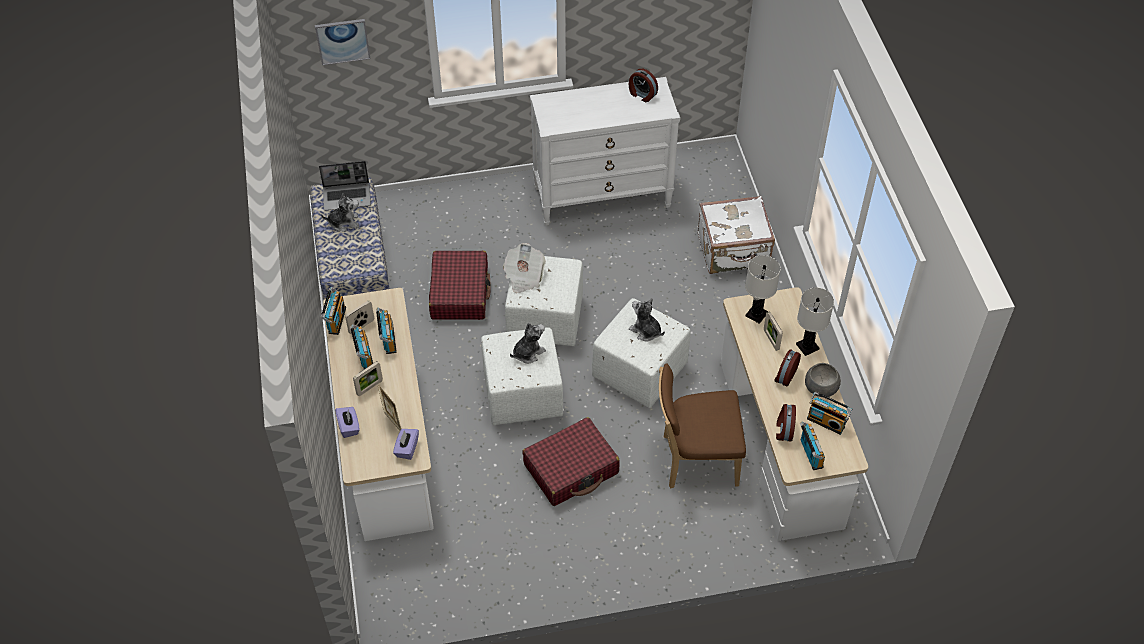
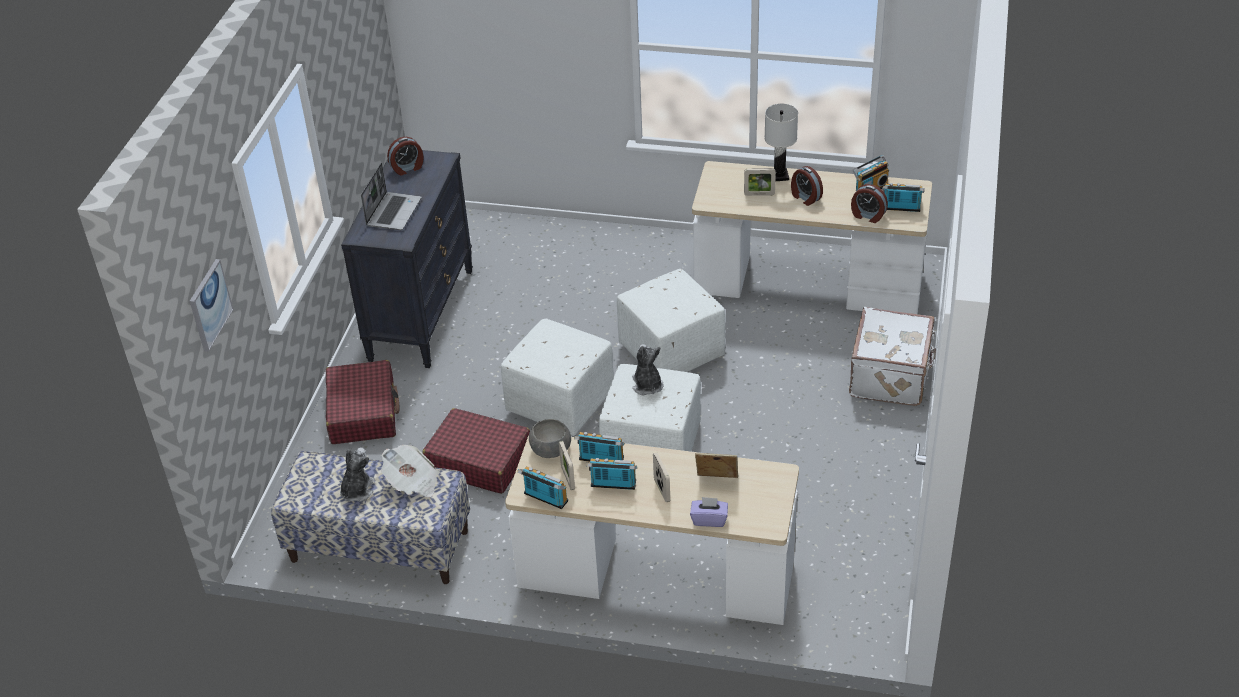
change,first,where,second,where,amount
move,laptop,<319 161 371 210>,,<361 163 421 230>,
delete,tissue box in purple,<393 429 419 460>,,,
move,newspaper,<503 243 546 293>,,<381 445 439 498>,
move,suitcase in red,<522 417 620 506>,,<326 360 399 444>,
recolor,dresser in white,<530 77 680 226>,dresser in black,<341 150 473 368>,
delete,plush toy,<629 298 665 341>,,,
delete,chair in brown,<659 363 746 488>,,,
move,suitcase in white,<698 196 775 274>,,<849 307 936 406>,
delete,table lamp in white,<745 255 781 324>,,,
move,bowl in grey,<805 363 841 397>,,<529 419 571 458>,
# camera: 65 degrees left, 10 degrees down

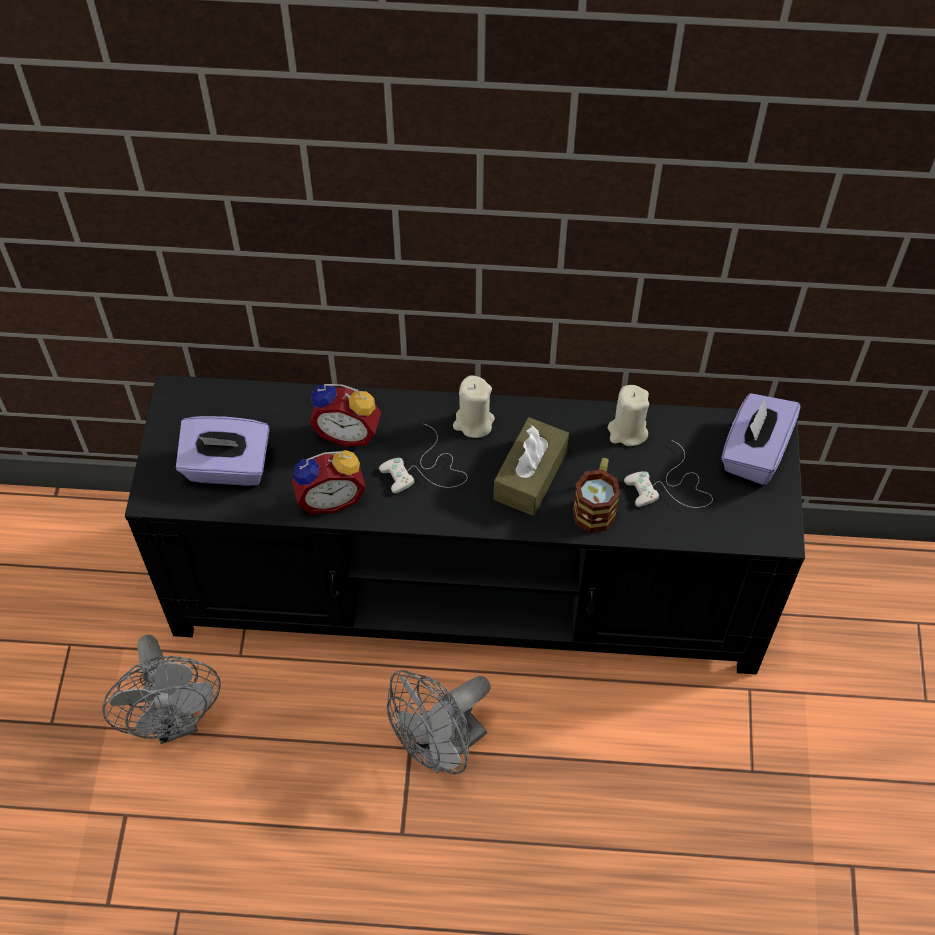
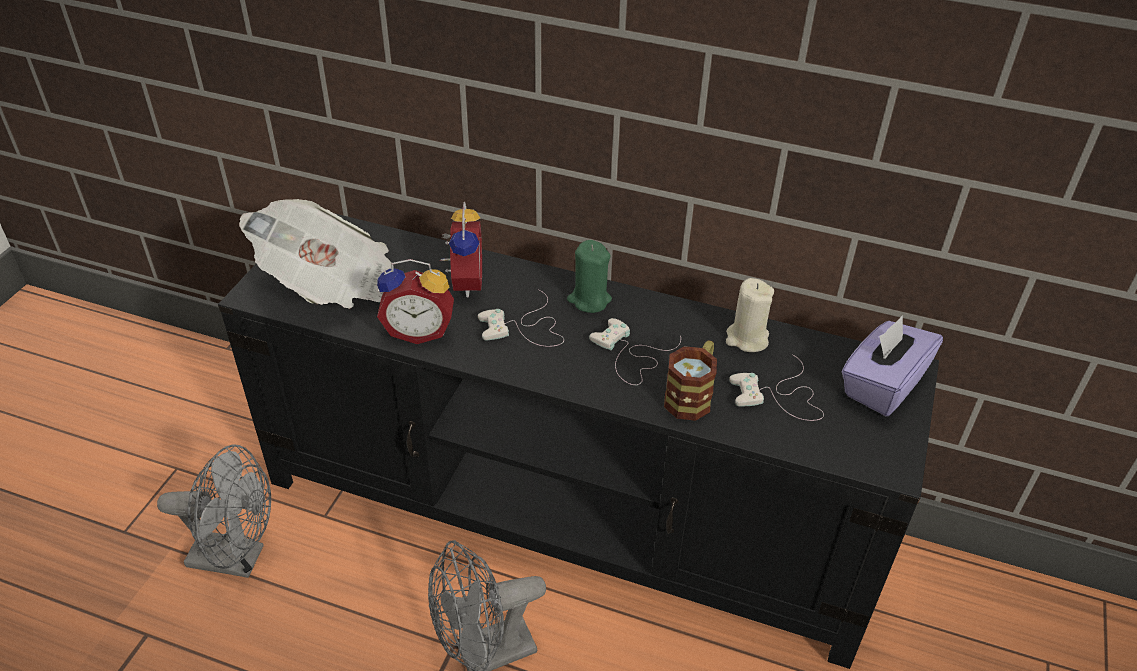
change,first,where,second,where,amount
rotate,fan in grey,<102 635 221 744>,,<157 444 271 578>,75 degrees counterclockwise
replace,tissue box in purple,<176 416 270 486>,newspaper,<239 199 391 309>,
rotate,alarm clock,<309 384 381 447>,,<441 202 482 298>,120 degrees counterclockwise
recolor,candle in beige,<453 375 495 438>,candle in green,<567 240 612 313>,
replace,tissue box in brown,<494 417 569 516>,game controller in white,<589 318 681 385>,
# camera: 15 degrees right, 15 degrees down

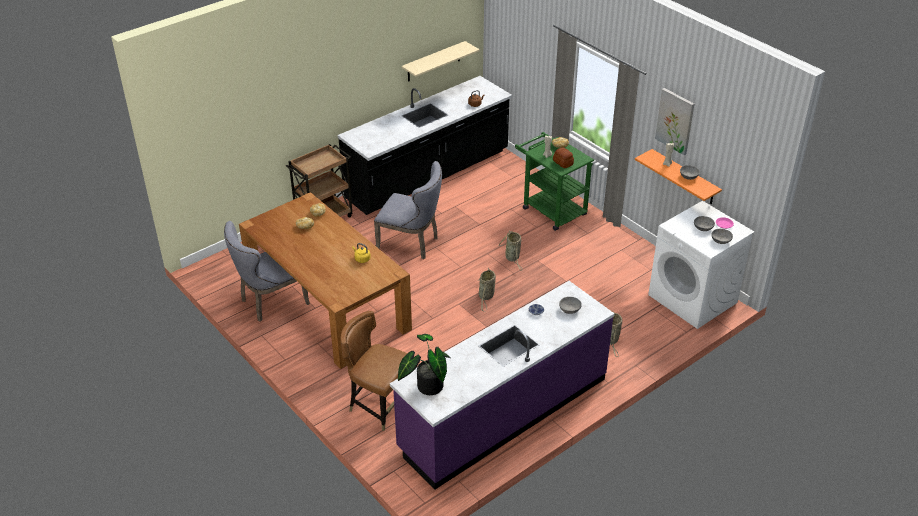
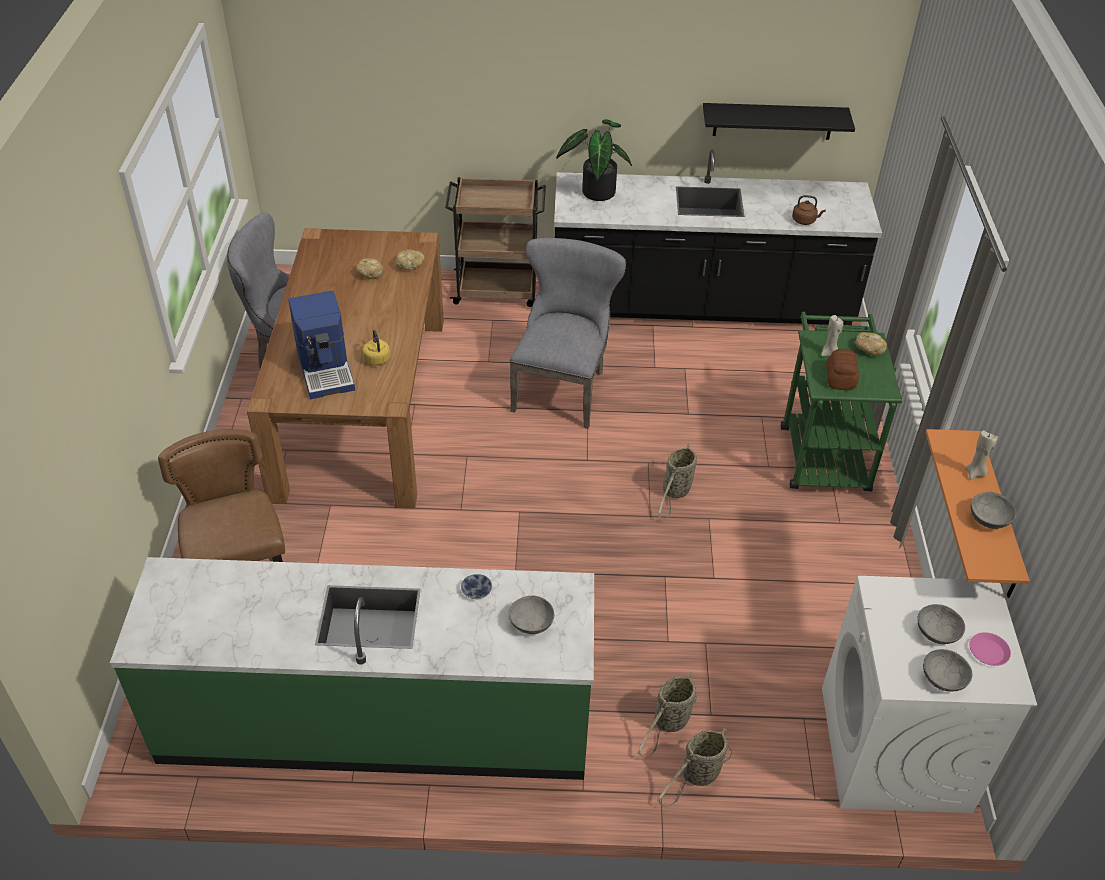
change,first,where,second,where,amount
rotate,chair in grey,<374 161 442 259>,,<510 238 626 429>,135 degrees counterclockwise
recolor,counter in purple,<390 281 615 490>,counter in green,<110 557 594 780>,
move,potted plant,<398 334 451 395>,,<556 119 632 201>,
recolor,shelf in beige,<401 41 480 82>,shelf in black,<703 103 855 140>,
move,basket,<478 269 496 311>,,<657 727 732 807>,
delete,picture,<655 88 694 155>,,,
insert,,,coffee machine,<288 291 355 399>,
# camera: 40 degrees right, 5 degrees up

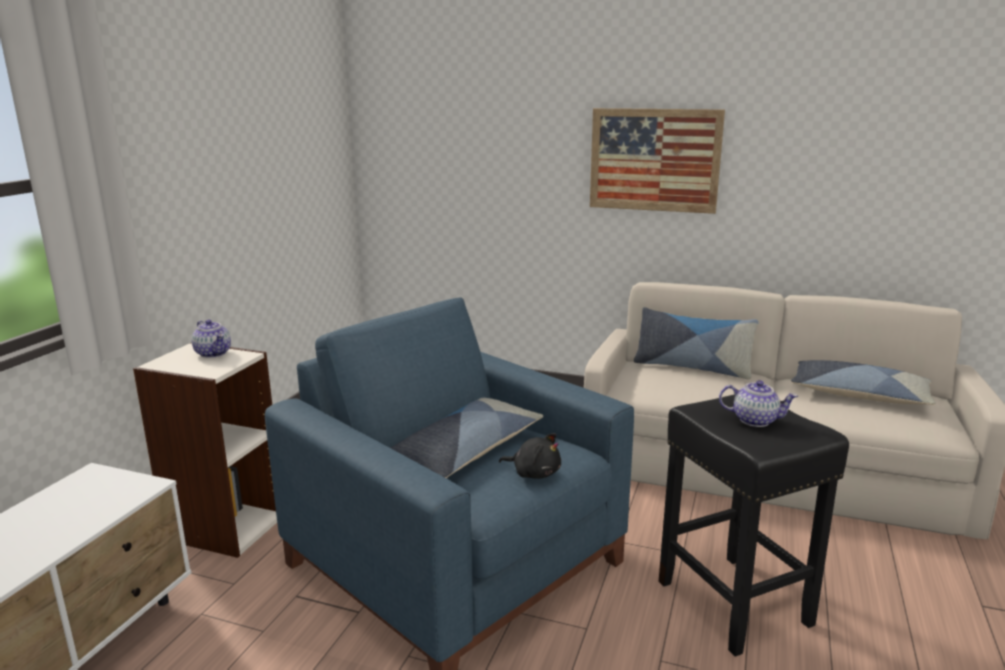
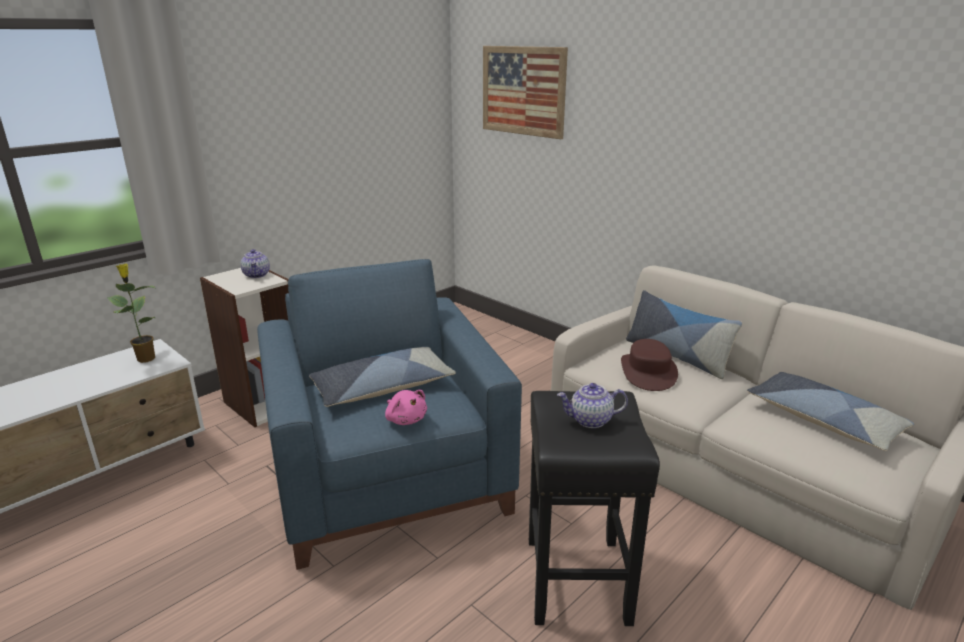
change,first,where,second,where,amount
recolor,plush toy in black,<499 433 561 479>,plush toy in pink,<385 390 427 425>,
move,picture,<590 108 725 214>,,<483 46 568 139>,
rotate,teapot,<719 380 798 427>,,<557 383 628 428>,135 degrees clockwise
insert,,,potted plant,<107 264 155 363>,
insert,,,hat in brown,<621 339 678 391>,
# camera: 25 degrees right, 5 degrees up

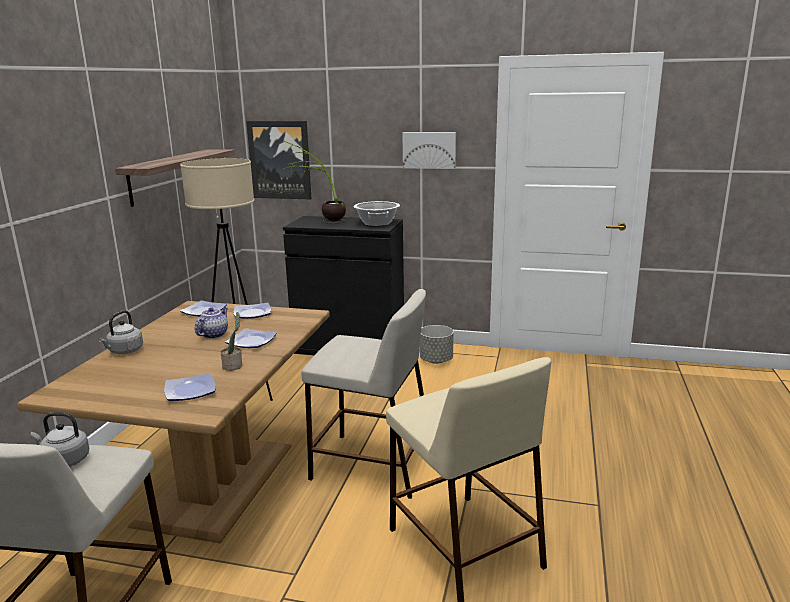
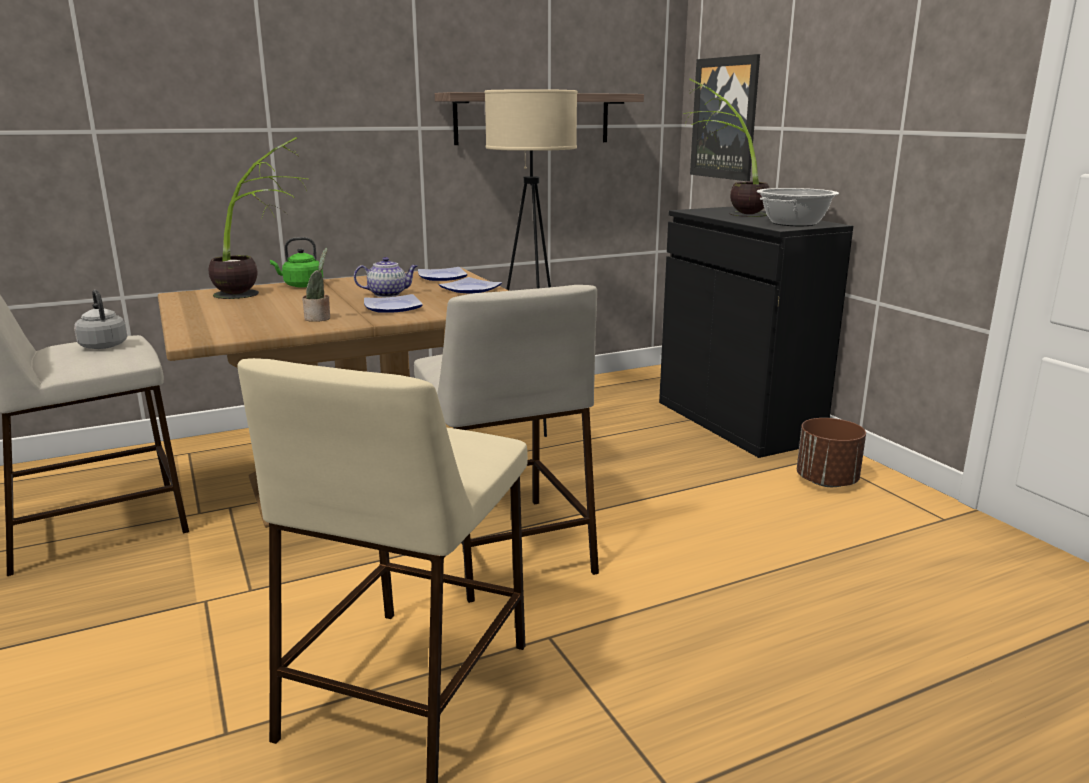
change,first,where,second,where,amount
recolor,kettle in grey,<98 310 143 354>,kettle in green,<270 237 323 288>,
delete,plate,<164 373 216 401>,,,
delete,picture,<402 132 456 169>,,,
recolor,planter in grey,<420 325 454 364>,planter in brown,<797 418 866 487>,
insert,,,potted plant,<209 137 309 299>,
# camera: 50 degrees right, 0 degrees up

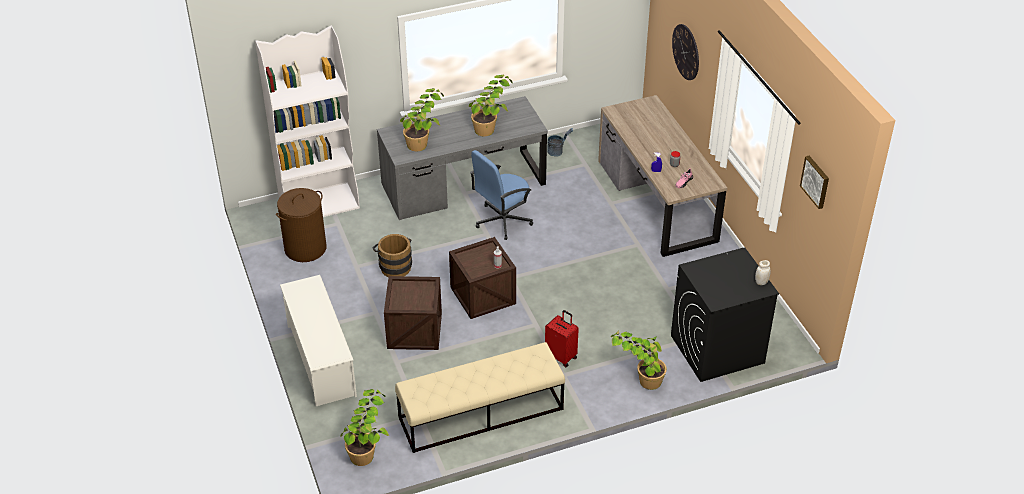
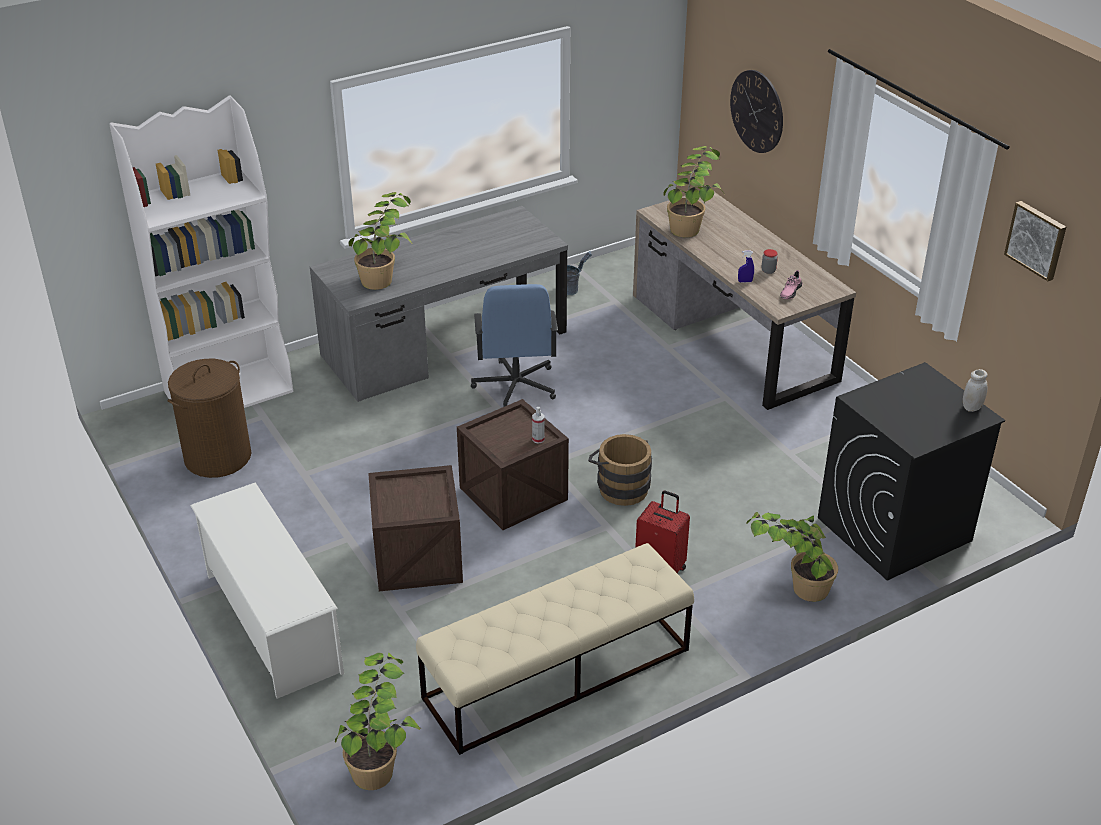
change,first,where,second,where,amount
move,bucket in brown,<373 234 412 277>,,<588 434 652 506>,
move,potted plant,<469 75 513 136>,,<663 146 724 237>,
rotate,office chair in blue,<470 150 533 240>,,<471 284 558 407>,45 degrees counterclockwise
# camera: 10 degrees left, 5 degrees down

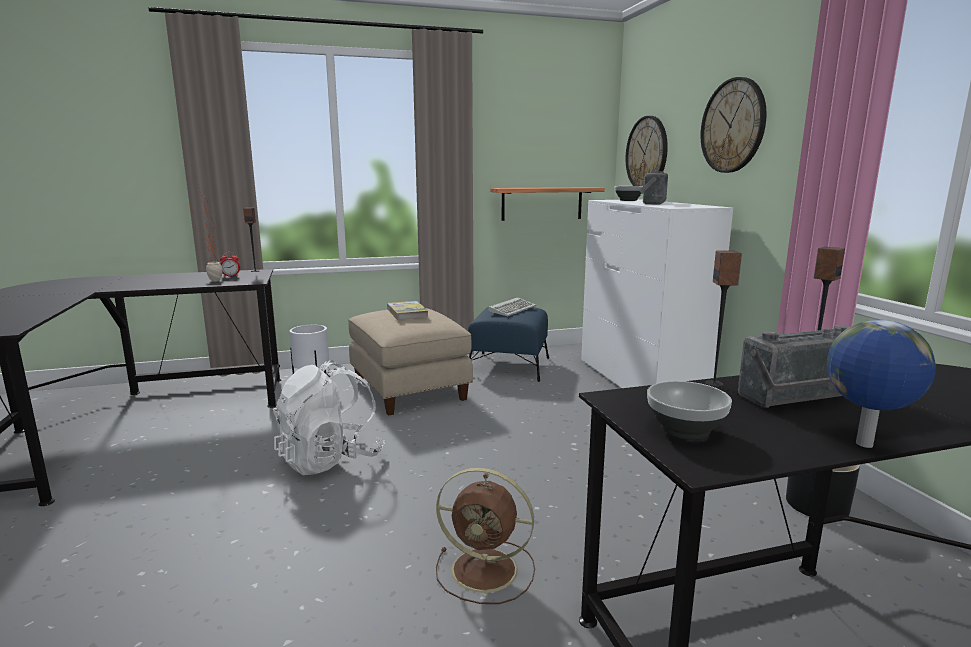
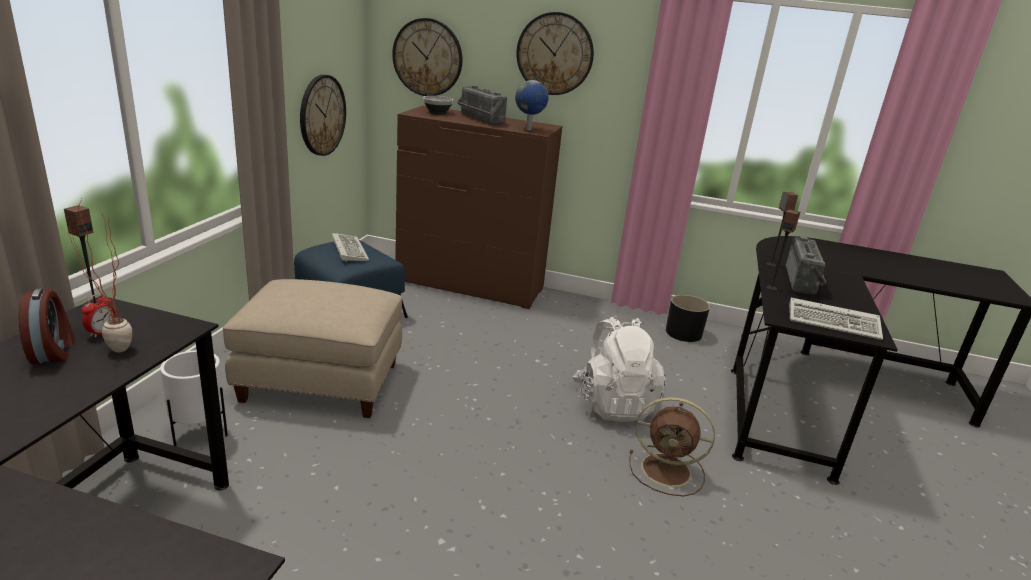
change,first,where,second,where,amount
move,backpack in white,<273 360 385 475>,,<573 317 667 422>,
delete,book,<387 301 428 320>,,,
rotate,fan in brown,<436 467 535 604>,,<629 397 715 496>,60 degrees clockwise
replace,shelf,<490 187 605 221>,wall clock,<300 75 346 156>,
recolor,dresser in white,<581 199 733 388>,dresser in brown,<395 106 562 309>,
replace,bowl,<647 381 732 440>,keyboard,<789 298 883 340>,
move,globe,<827 320 936 448>,,<515 80 549 130>,
insert,,,alarm clock,<18 288 75 364>,
# camera: 60 degrees left, 10 degrees up

